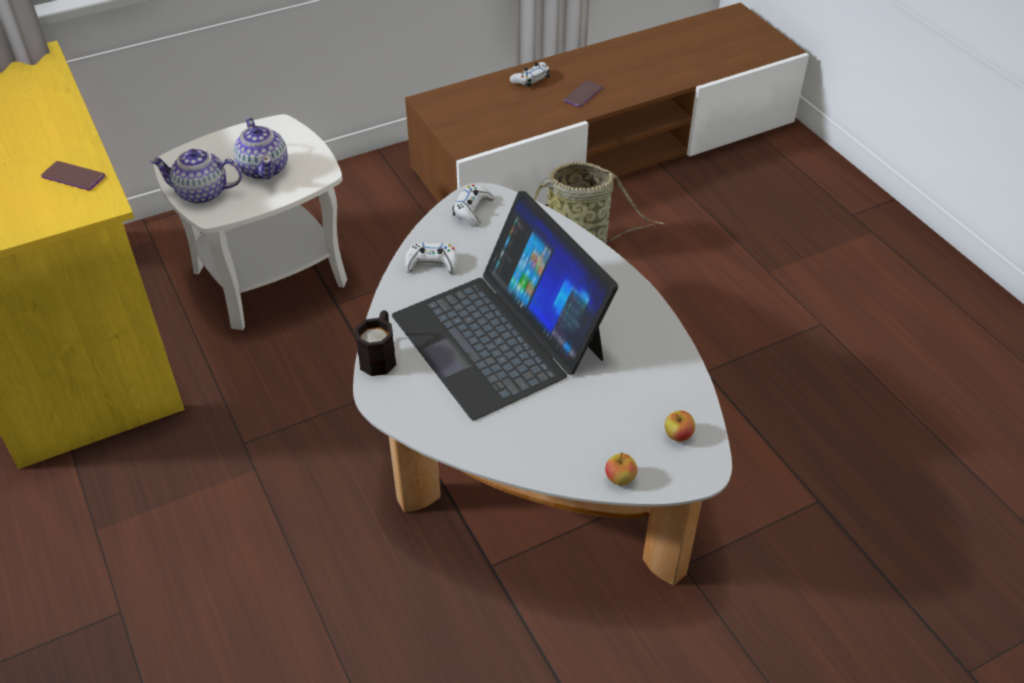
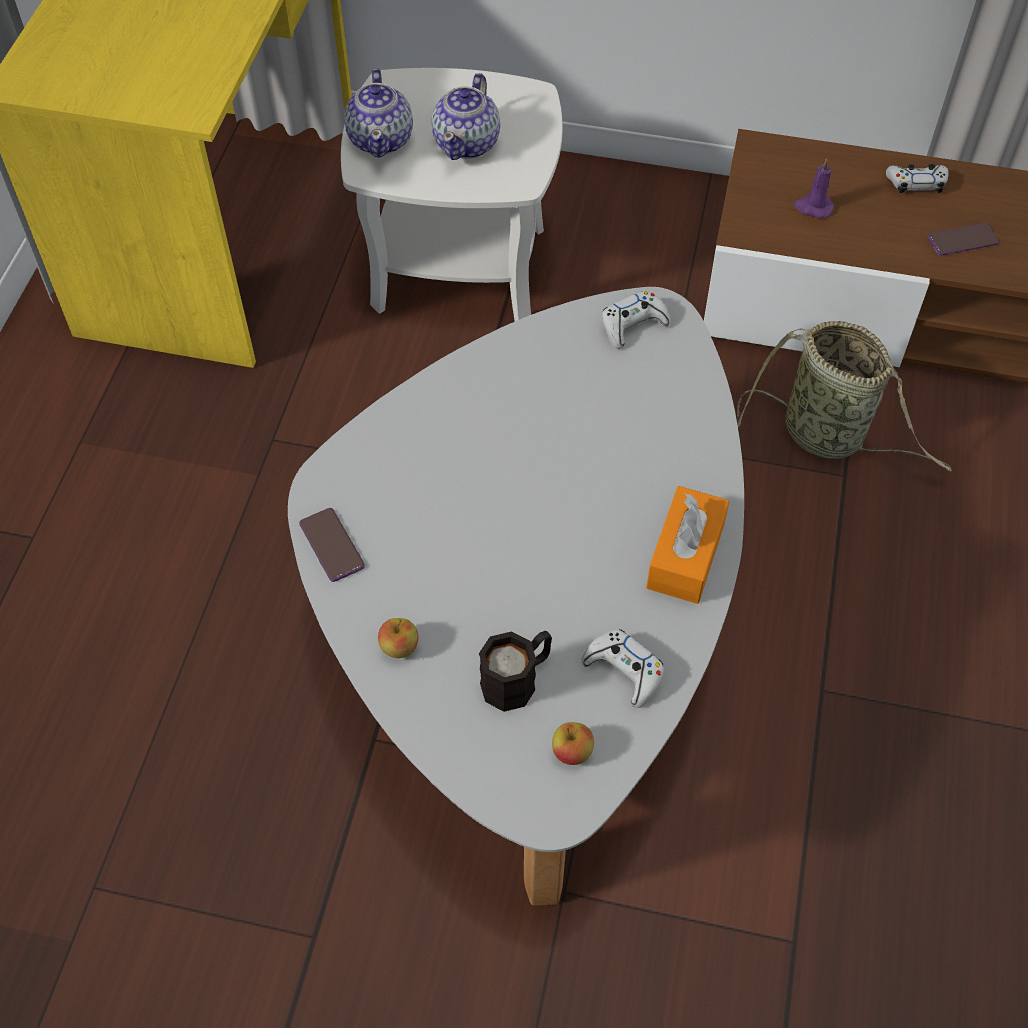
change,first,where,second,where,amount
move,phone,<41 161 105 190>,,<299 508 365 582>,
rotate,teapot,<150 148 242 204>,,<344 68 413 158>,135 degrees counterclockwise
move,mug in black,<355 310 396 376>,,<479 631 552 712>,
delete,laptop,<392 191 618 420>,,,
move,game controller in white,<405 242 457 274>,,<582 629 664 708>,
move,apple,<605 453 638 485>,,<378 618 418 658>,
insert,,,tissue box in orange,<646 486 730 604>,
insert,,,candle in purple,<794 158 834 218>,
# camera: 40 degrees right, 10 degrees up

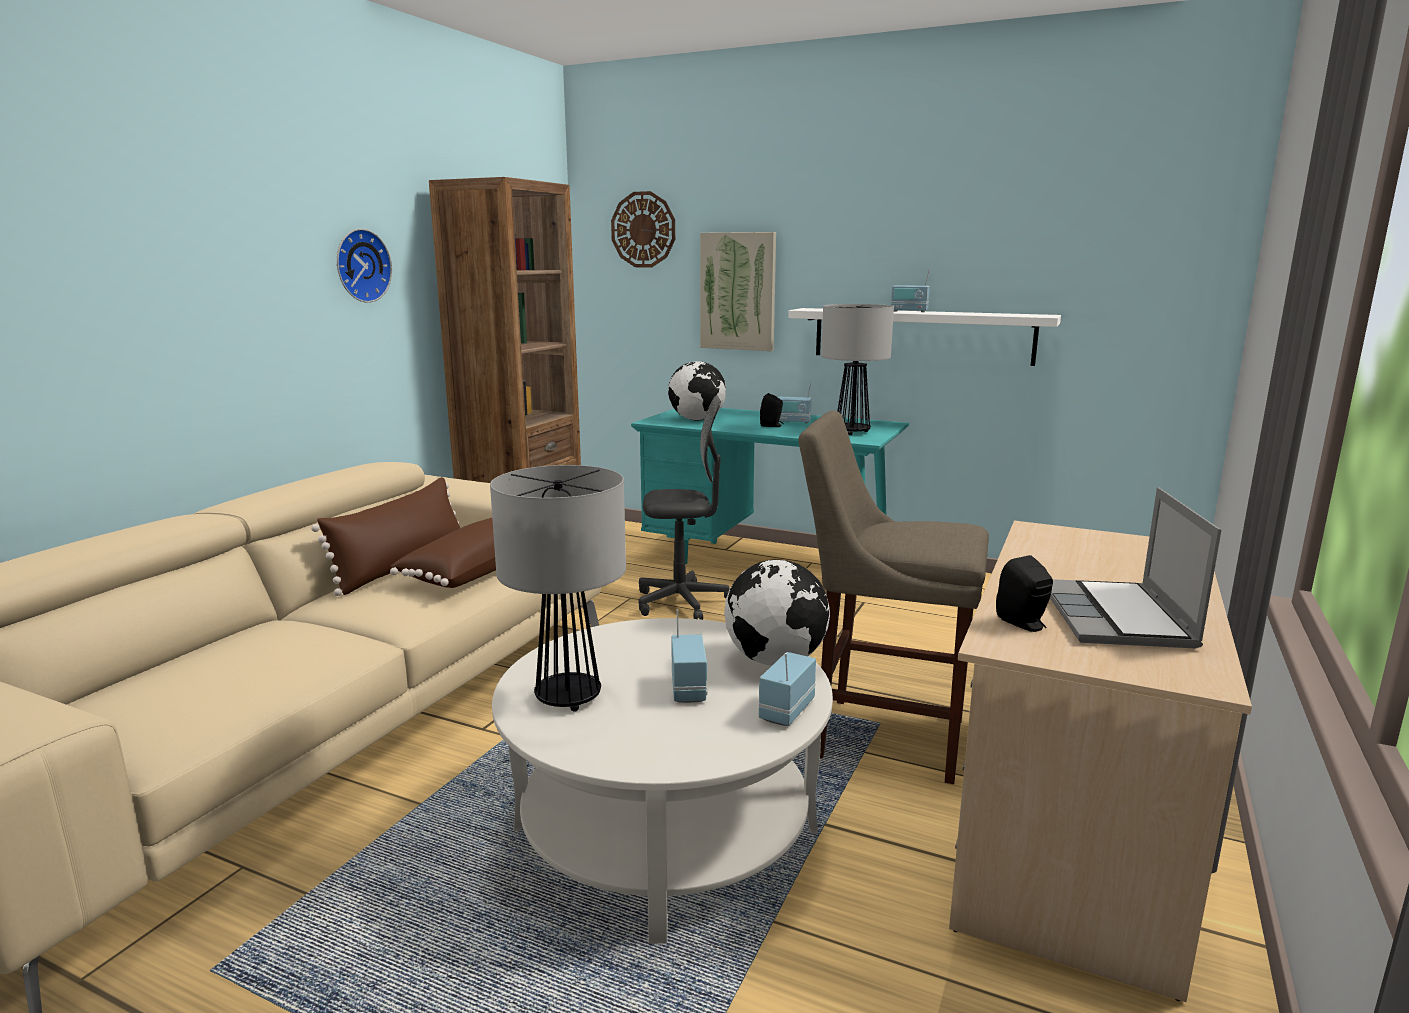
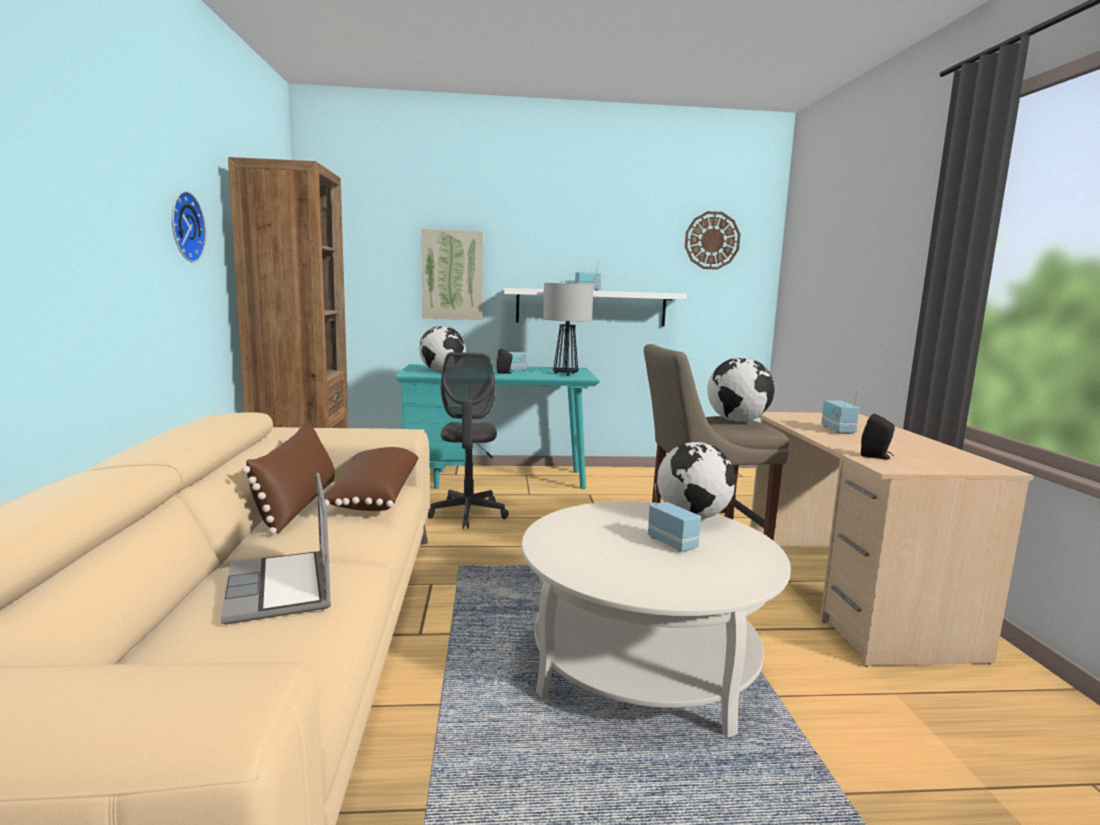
change,first,where,second,where,amount
delete,table lamp,<490 465 626 712>,,,
move,wall clock,<611 191 675 267>,,<685 211 740 270>,
rotate,office chair in grey,<639 395 729 620>,,<428 352 509 529>,120 degrees clockwise
move,radio,<759 652 816 726>,,<821 389 860 434>,
move,laptop,<1050 487 1221 648>,,<221 473 331 624>,
insert,,,globe,<707 357 775 422>,
# camera: 30 degrees left, 5 degrees down

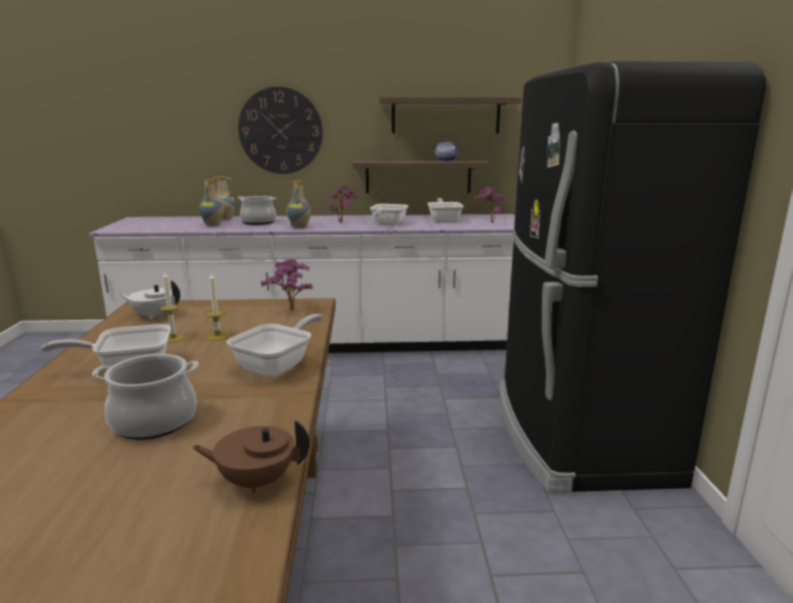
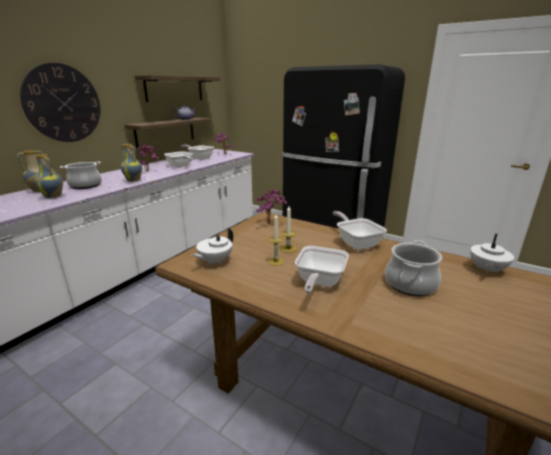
change,first,where,second,where,amount
recolor,teapot in brown,<192 420 310 493>,teapot in white,<470 234 514 274>,
# camera: 55 degrees left, 5 degrees up

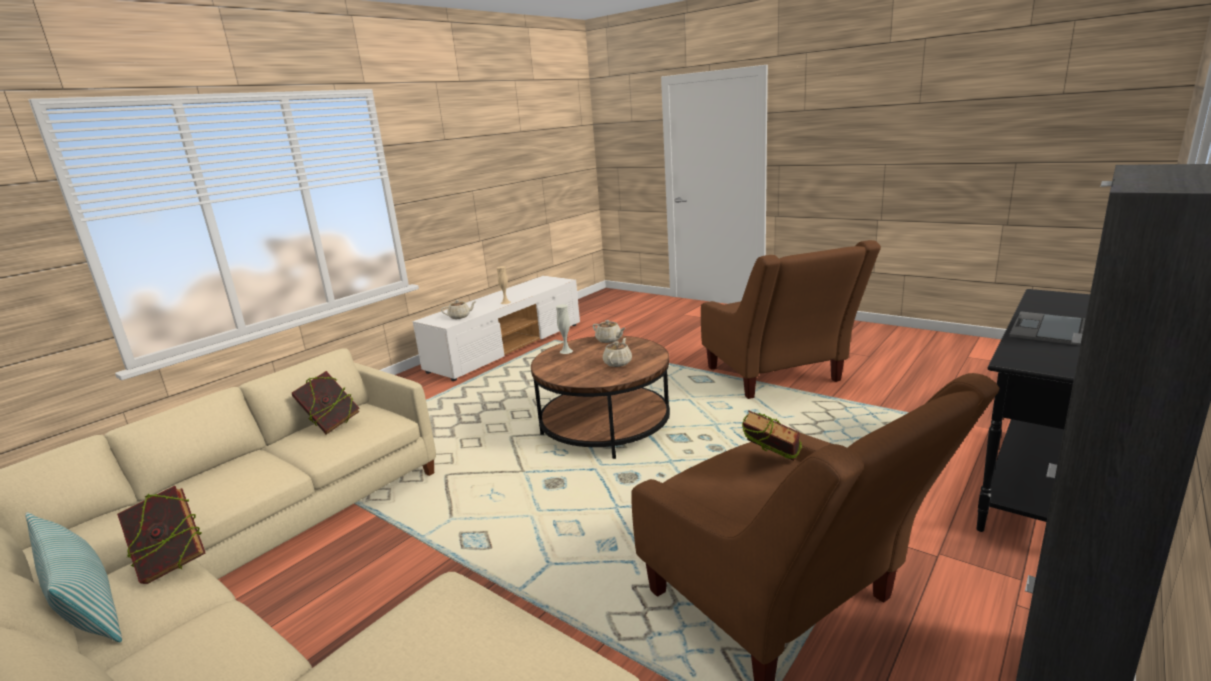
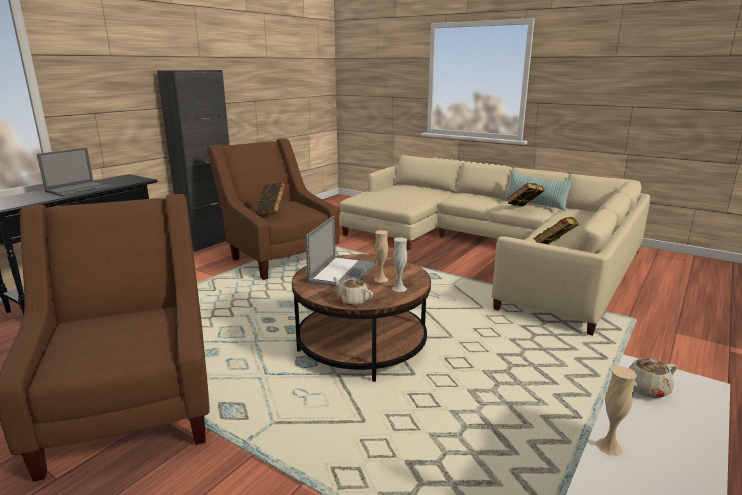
change,first,where,second,where,amount
replace,teapot in beige,<603 338 632 367>,laptop,<305 216 376 287>,
insert,,,vase in beige,<374 230 388 283>,
# camera: 175 degrees right, 0 degrees up

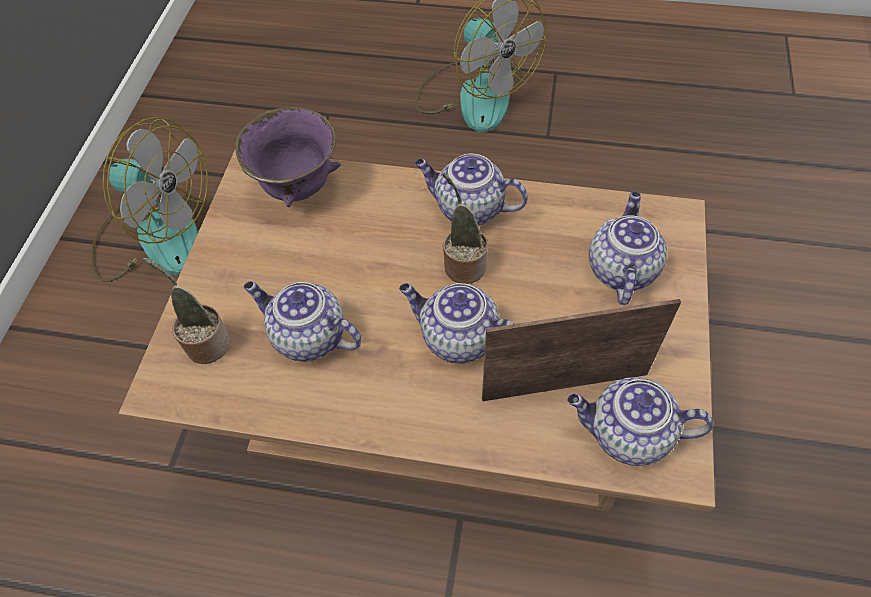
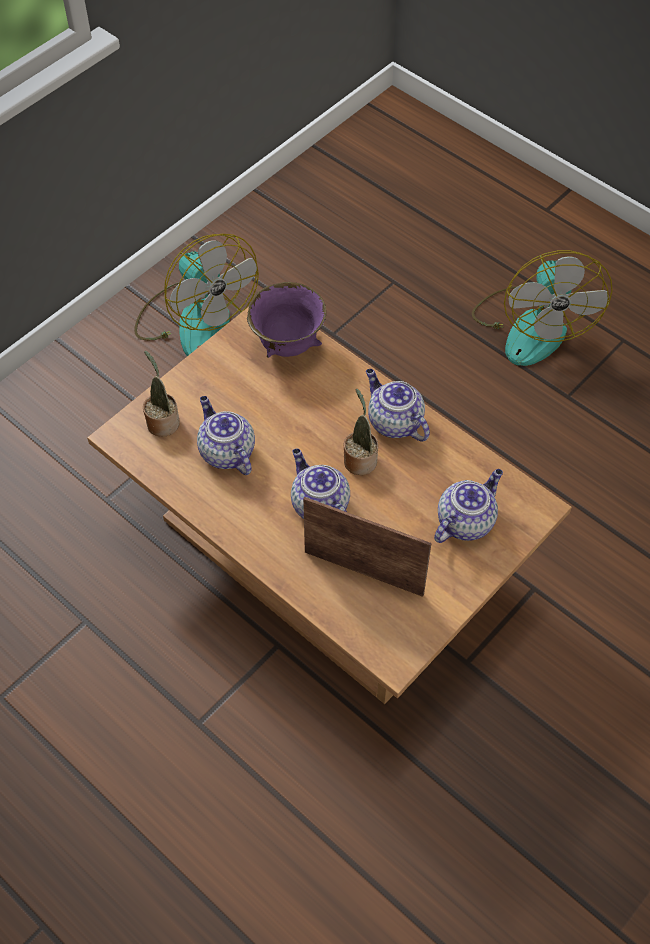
change,first,where,second,where,amount
delete,teapot,<567 377 713 466>,,,
# camera: 30 degrees right, 0 degrees up

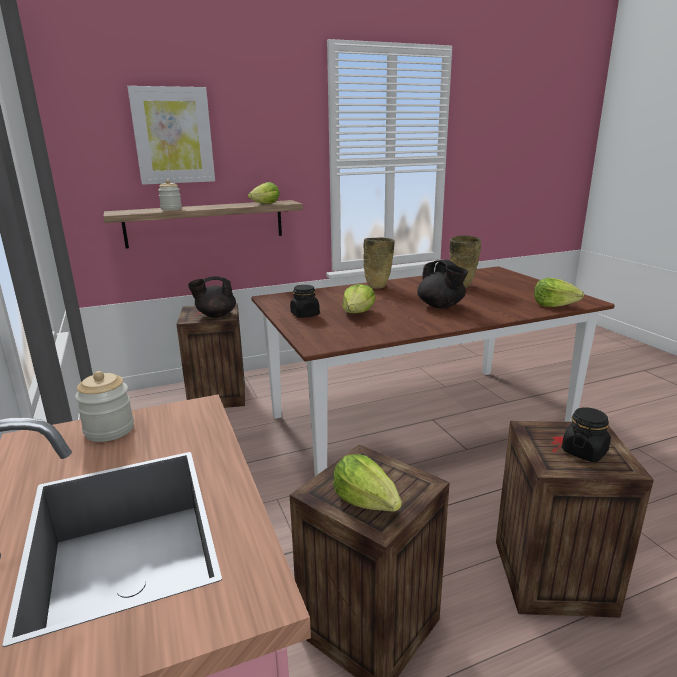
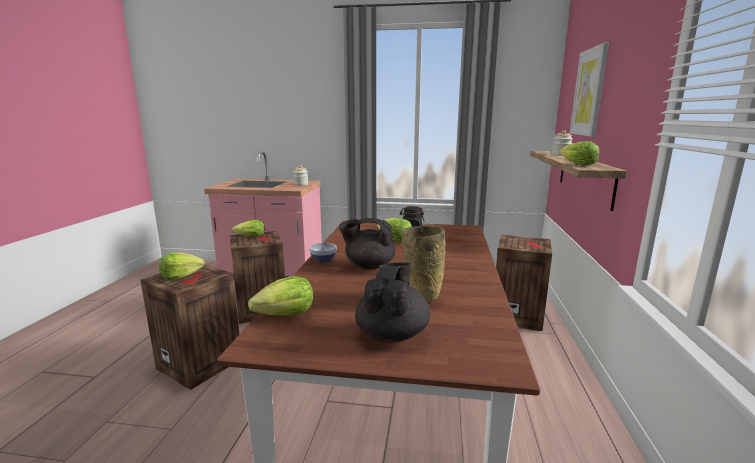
change,first,where,second,where,amount
move,teapot in black,<188 276 236 318>,,<355 262 430 342>,
delete,vase in beige,<363 238 395 289>,,,
replace,jar in black,<562 407 611 462>,lettuce,<159 253 205 280>,
insert,,,bowl,<309 243 337 263>,
# camera: 120 degrees right, 5 degrees down

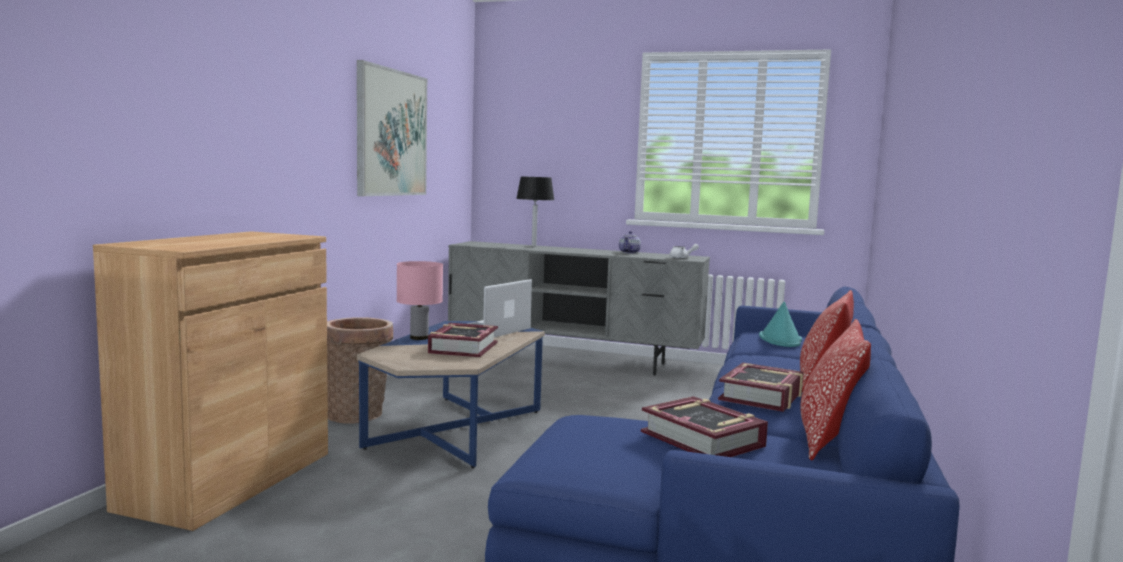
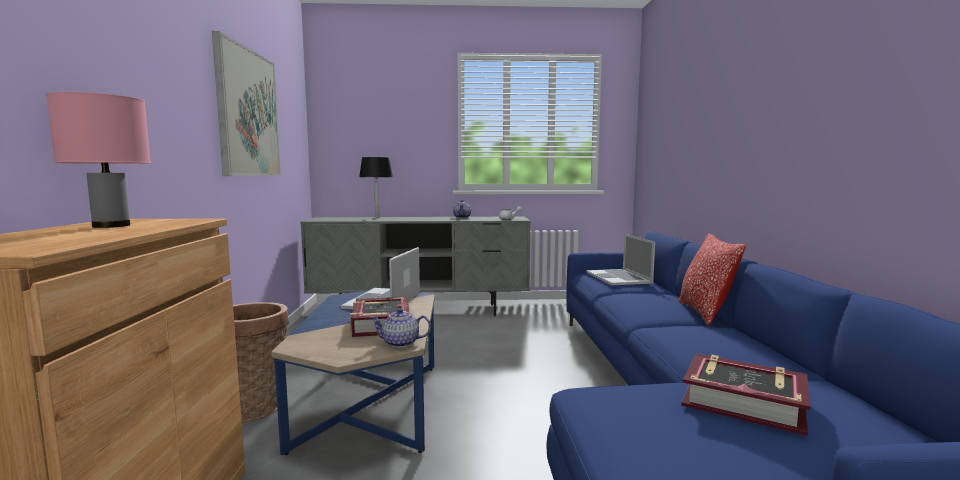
change,first,where,second,where,amount
move,table lamp in pink,<397 261 443 340>,,<46 92 151 228>,
delete,book,<718 363 804 412>,,,
replace,hat in turquoise,<759 301 802 347>,laptop,<586 234 655 285>,
delete,pillow,<800 319 871 460>,,,
insert,,,teapot,<370 308 431 348>,
# camera: 20 degrees left, 0 degrees up

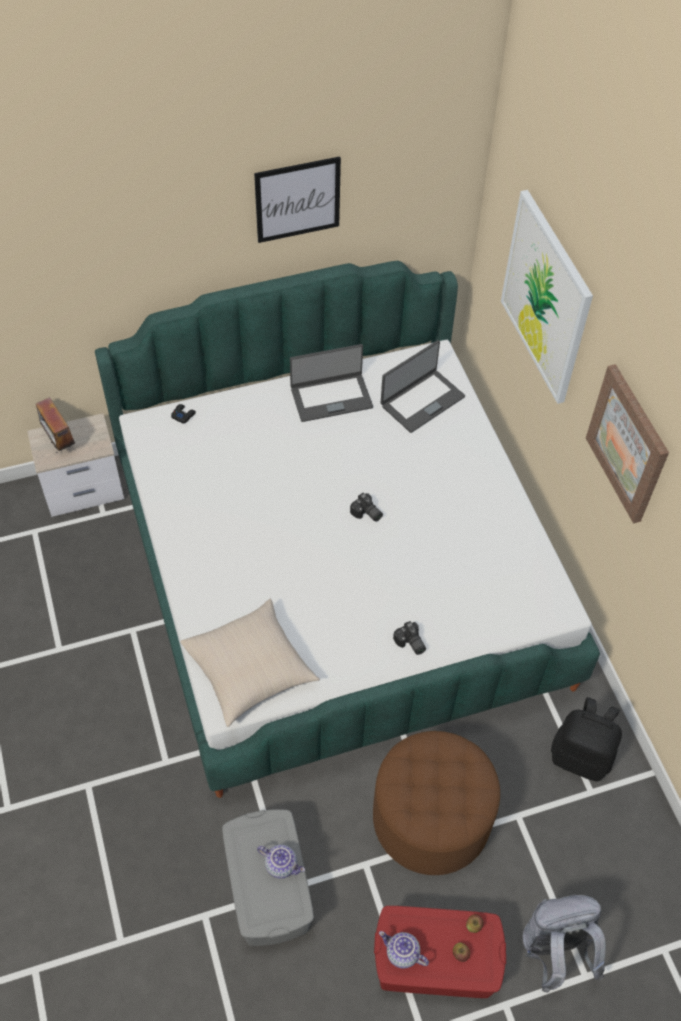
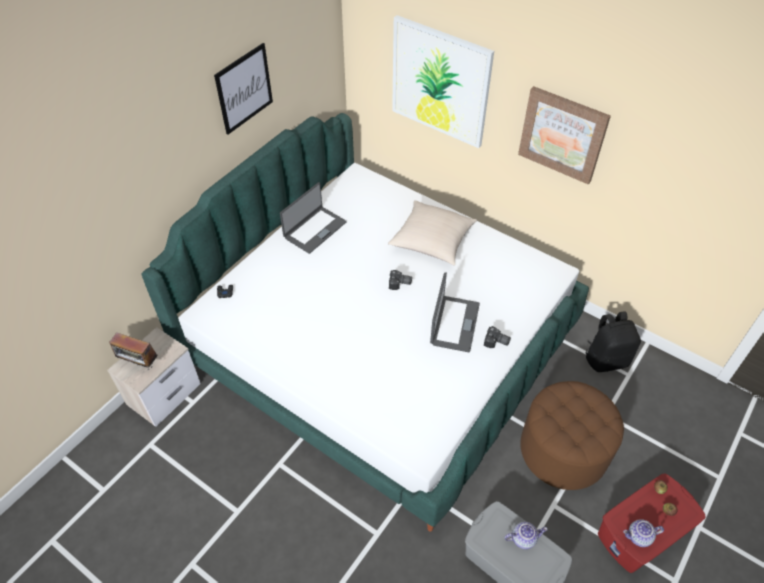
change,first,where,second,where,amount
move,pillow in beige,<180 599 320 727>,,<388 200 477 266>,
move,laptop,<381 340 465 433>,,<430 272 480 352>,
delete,backpack in grey,<523 894 606 993>,,,
# camera: 35 degrees left, 5 degrees down

